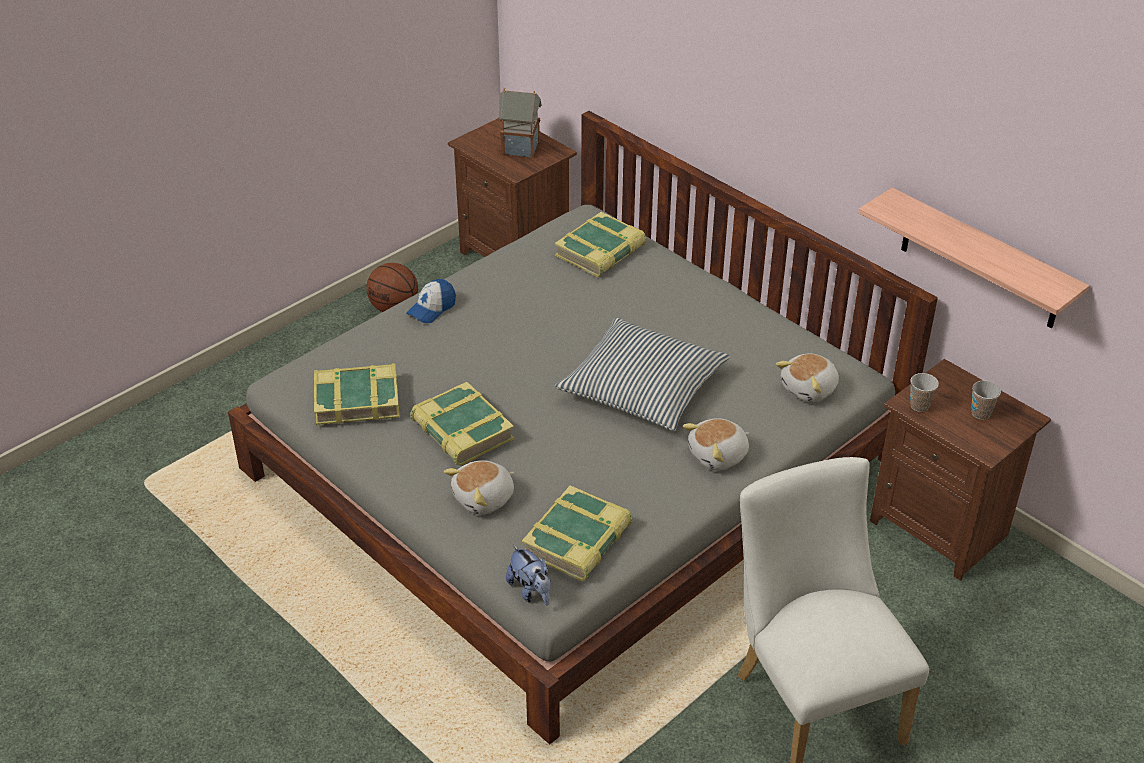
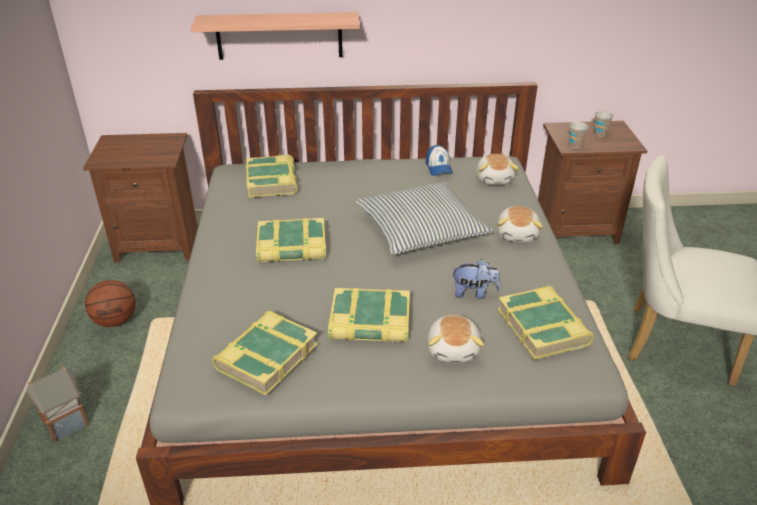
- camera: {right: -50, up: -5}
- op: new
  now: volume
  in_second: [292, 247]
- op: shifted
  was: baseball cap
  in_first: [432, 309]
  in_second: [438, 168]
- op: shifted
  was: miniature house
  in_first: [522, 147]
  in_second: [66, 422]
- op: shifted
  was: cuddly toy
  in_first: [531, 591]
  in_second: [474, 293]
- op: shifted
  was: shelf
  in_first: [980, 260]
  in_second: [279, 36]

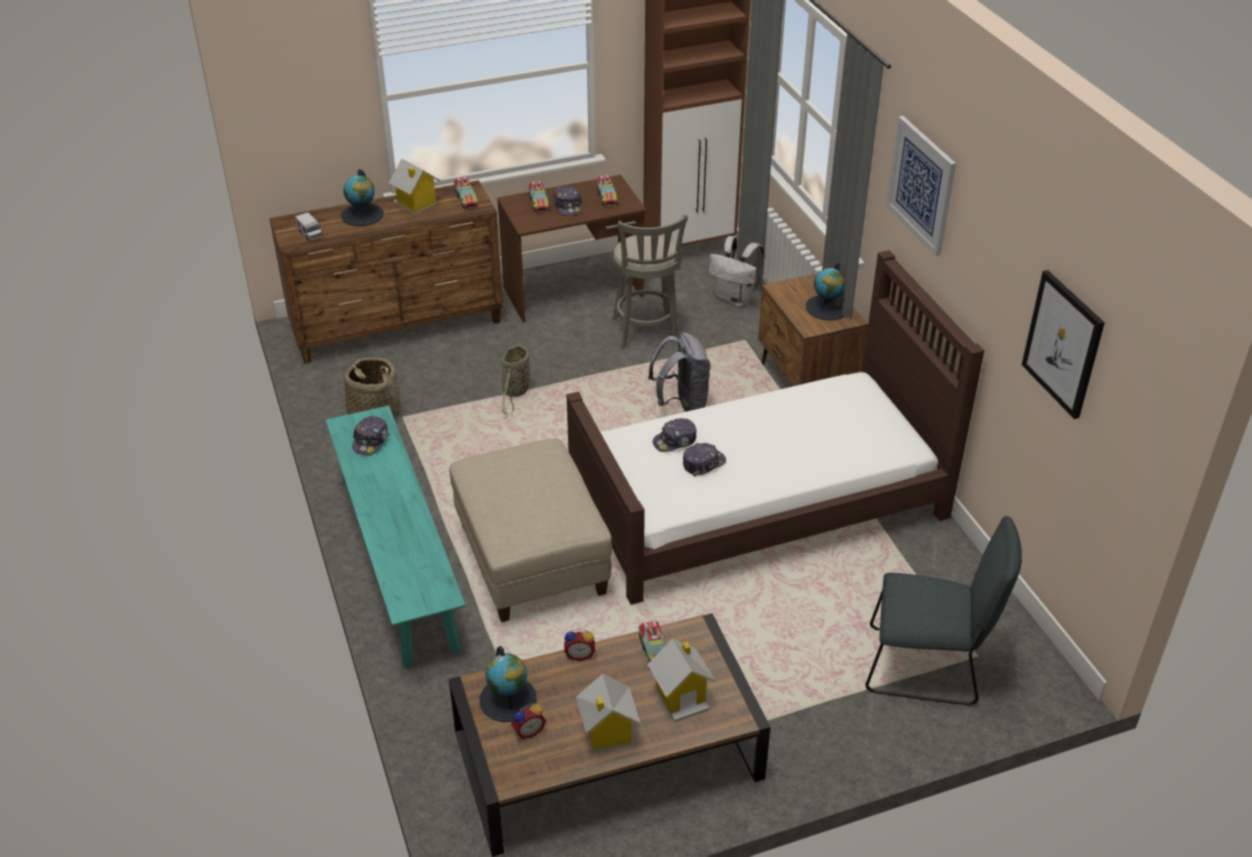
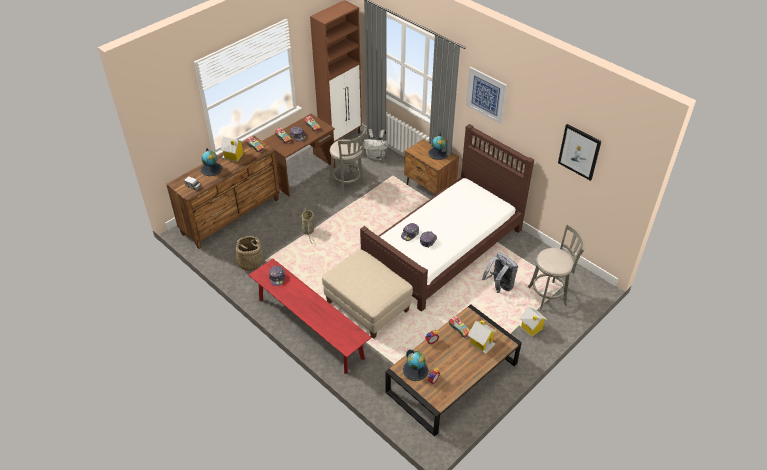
- camera: {right: -25, up: 5}
- op: shifted
  was: miniature house
  in_first: [607, 732]
  in_second: [531, 328]
- op: shifted
  was: gray knapsack
  in_first: [681, 404]
  in_second: [499, 286]
- op: swapped
  was: gray chair
  now: gray sitting stool
  in_first: [928, 668]
  in_second: [549, 296]
- op: repainted
  was: turquoise long seat
  now: reddish long seat
  in_first: [398, 561]
  in_second: [310, 328]

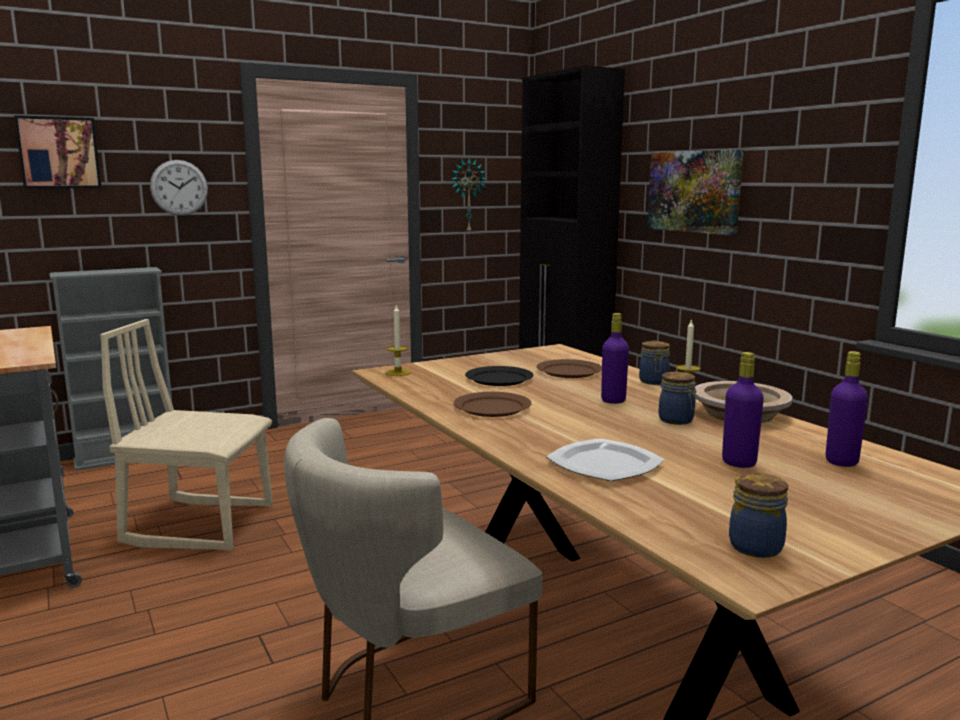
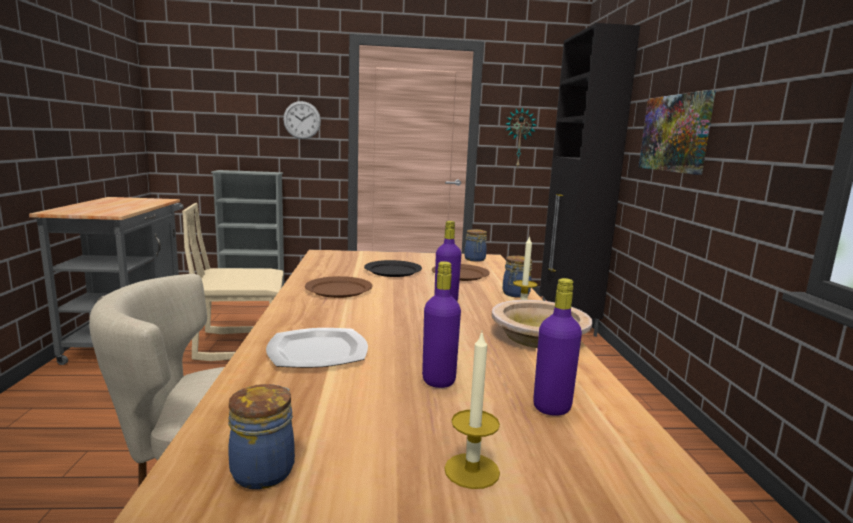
- camera: {right: 25, up: 0}
- op: gone
  was: wall art
  in_first: [58, 153]
- op: shifted
  was: wax light
  in_first: [398, 372]
  in_second: [472, 470]
- op: shifted
  was: storage jar
  in_first: [677, 420]
  in_second: [475, 259]
- op: rotated
  was: beige chair
  in_first: [200, 524]
  in_second: [240, 344]
  clockwise: -45

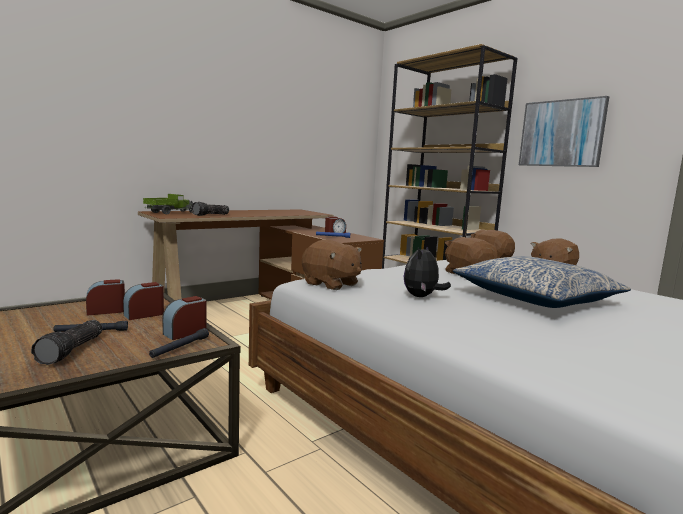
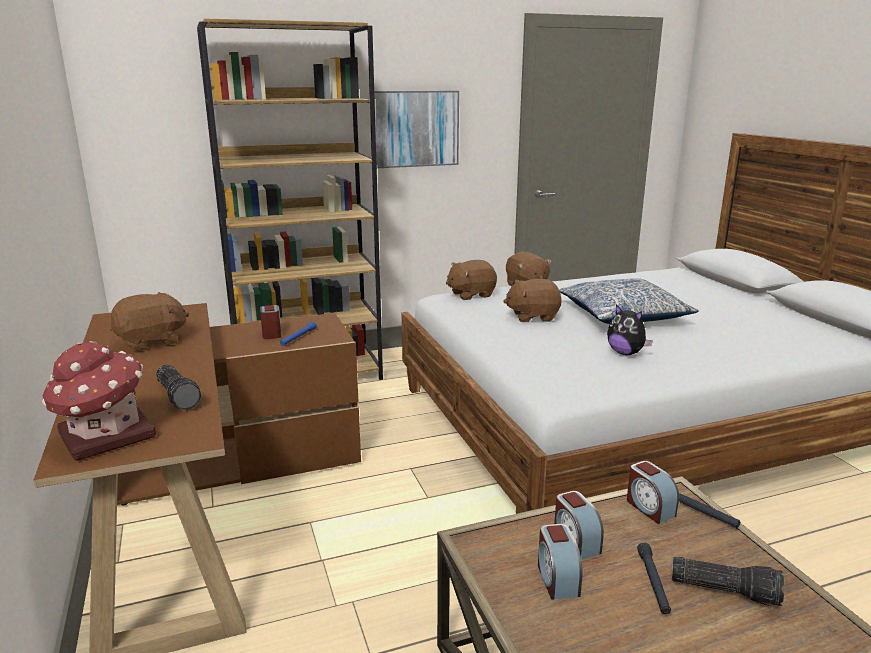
- camera: {right: -70, up: 10}
- op: shifted
  was: brown cuddly toy
  in_first: [331, 284]
  in_second: [152, 342]
- op: swapped
  was: toy lorry
  now: miniature house
  in_first: [170, 212]
  in_second: [105, 437]

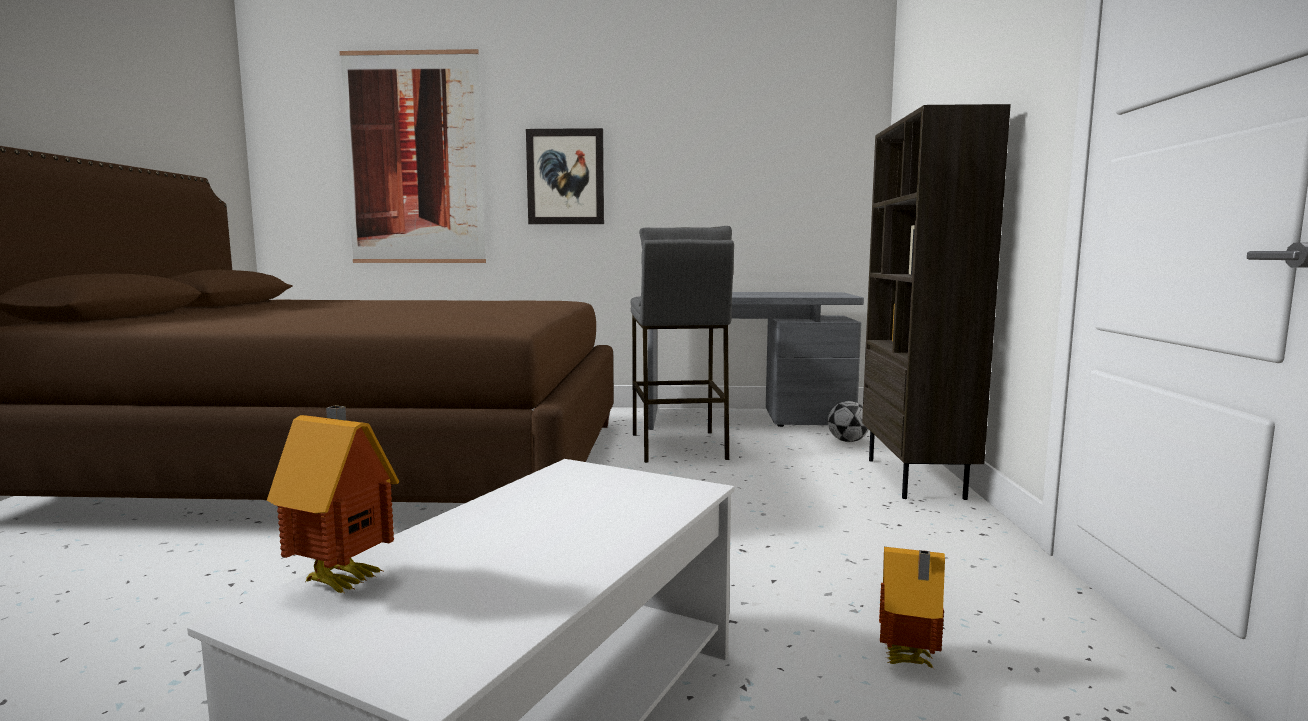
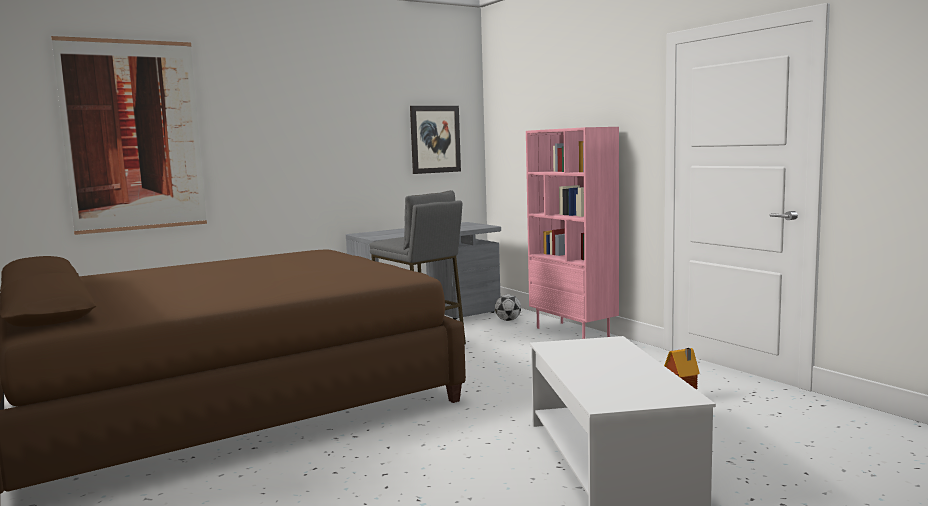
- camera: {right: -35, up: 0}
- op: gone
  was: miniature house
  in_first: [345, 580]
- op: shifted
  was: wall art
  in_first: [565, 177]
  in_second: [435, 139]
- op: repainted
  was: brown bookshelf
  now: pink-coloured bookshelf
  in_first: [916, 478]
  in_second: [573, 332]

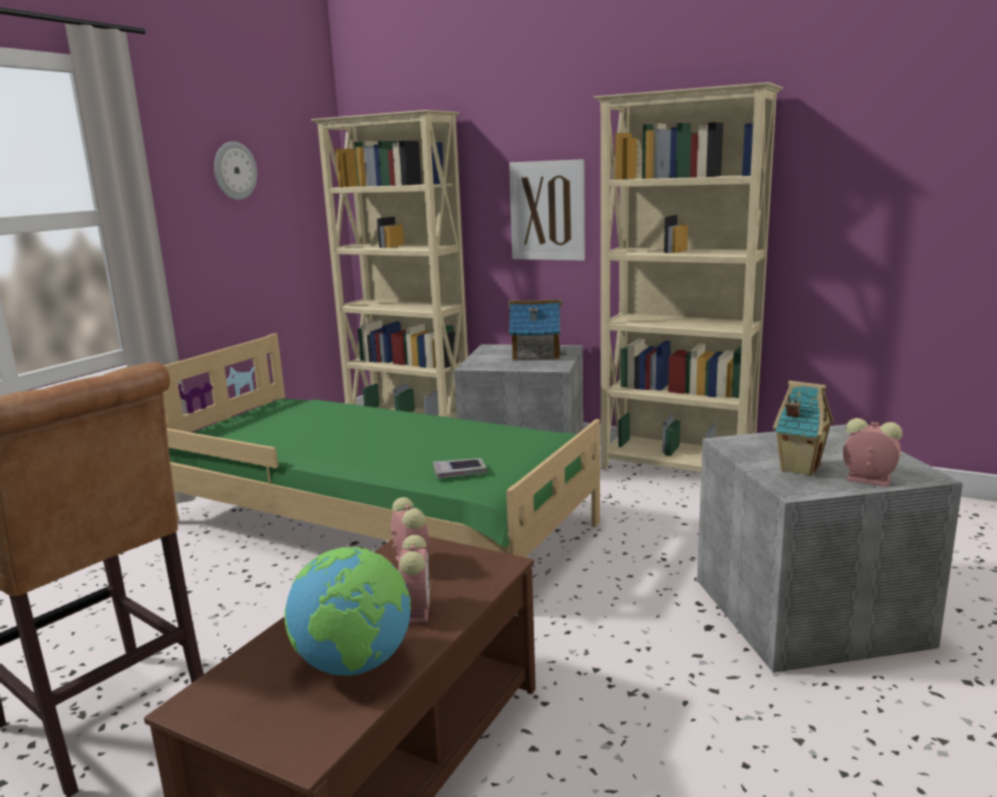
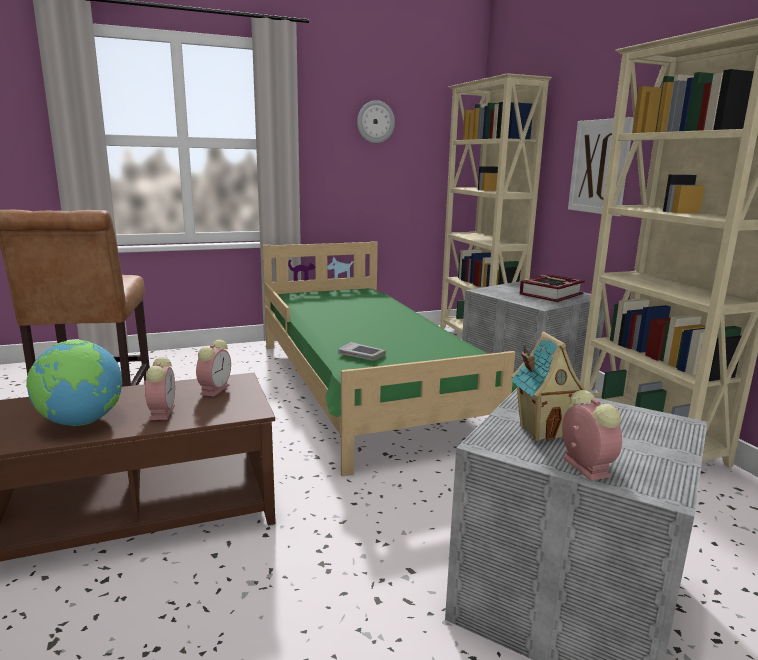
- camera: {right: 40, up: 0}
- op: swapped
  was: miniature house
  now: volume
  in_first: [536, 354]
  in_second: [550, 294]
- op: rotated
  was: bedside clock
  in_first: [416, 609]
  in_second: [162, 411]
  clockwise: -45

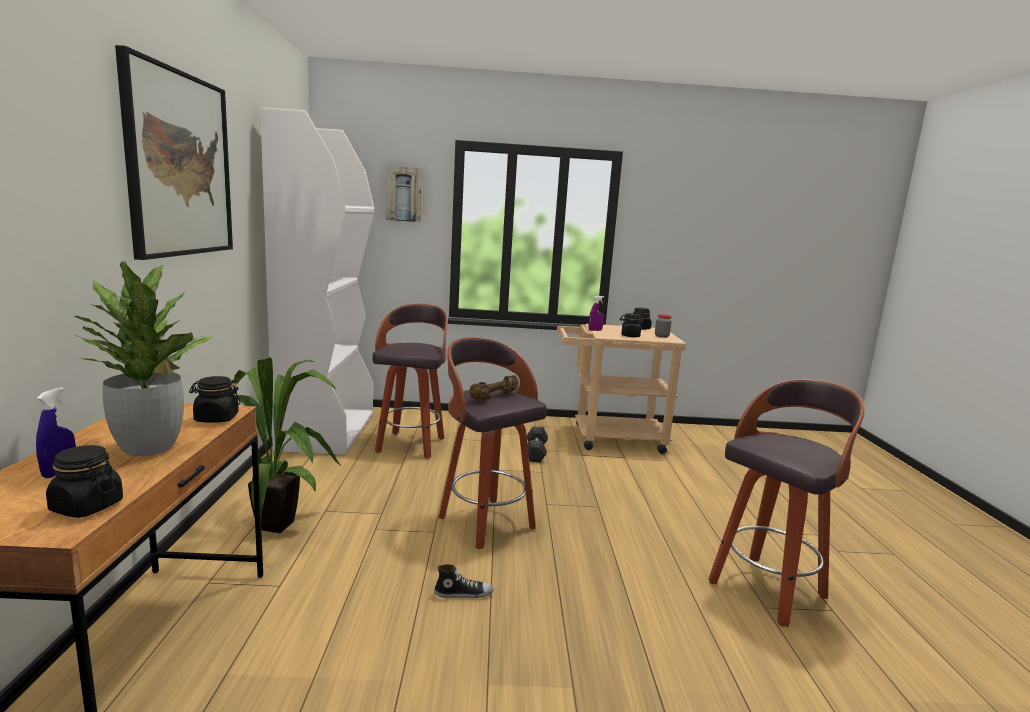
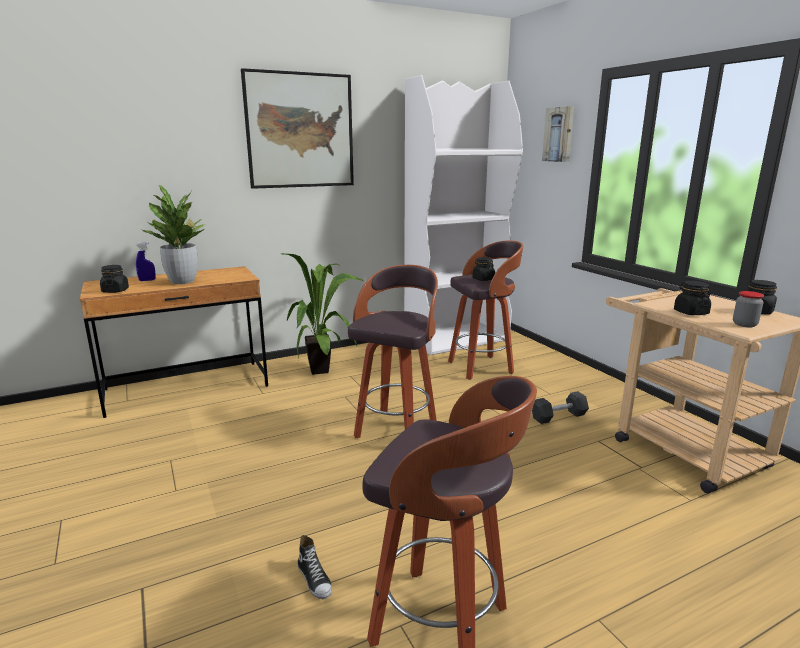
- camera: {right: 65, up: 5}
- op: gone
  was: brown dumbbell
  in_first: [494, 396]
- op: gone
  was: purple spray bottle
  in_first: [595, 330]
- op: shifted
  was: black storage jar
  in_first: [216, 418]
  in_second: [483, 279]
- op: shifted
  was: low shoe
  in_first: [463, 593]
  in_second: [315, 579]

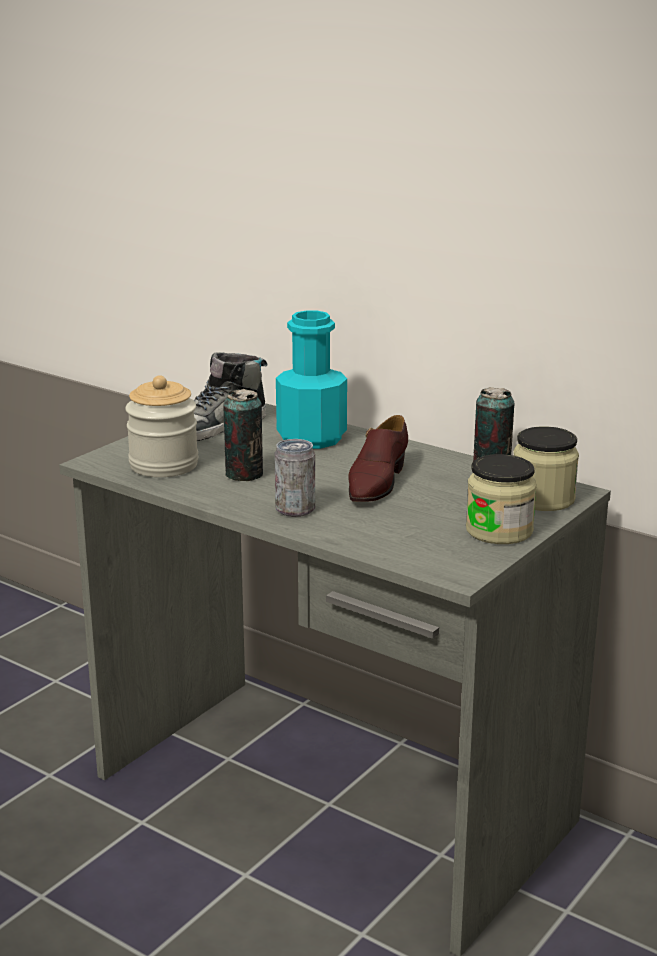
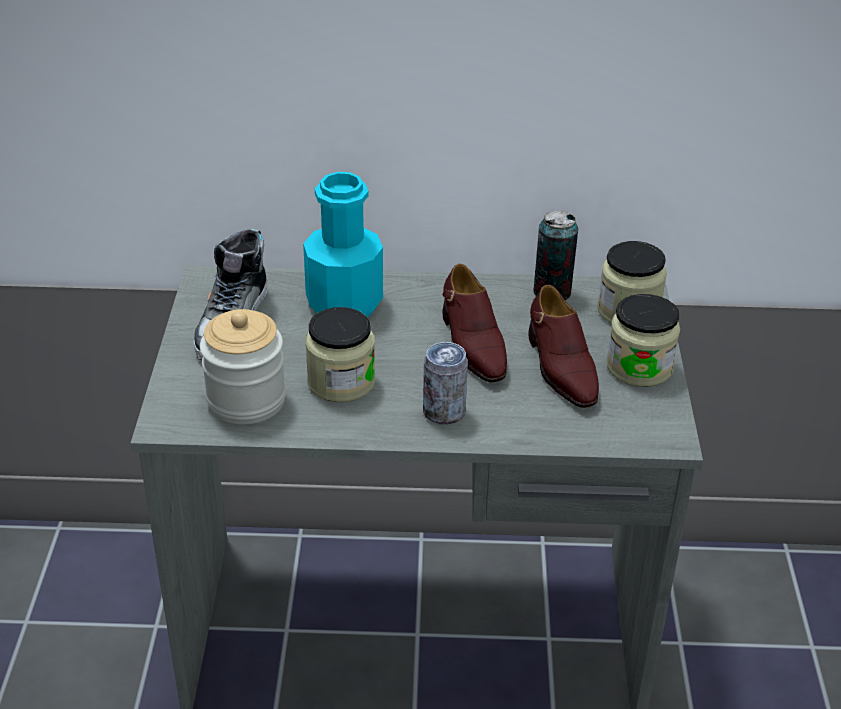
- camera: {right: -35, up: 15}
- op: new
  now: brown low shoe
  in_second: [560, 367]
- op: swapped
  was: can
  now: storage jar
  in_first: [244, 474]
  in_second: [341, 382]

